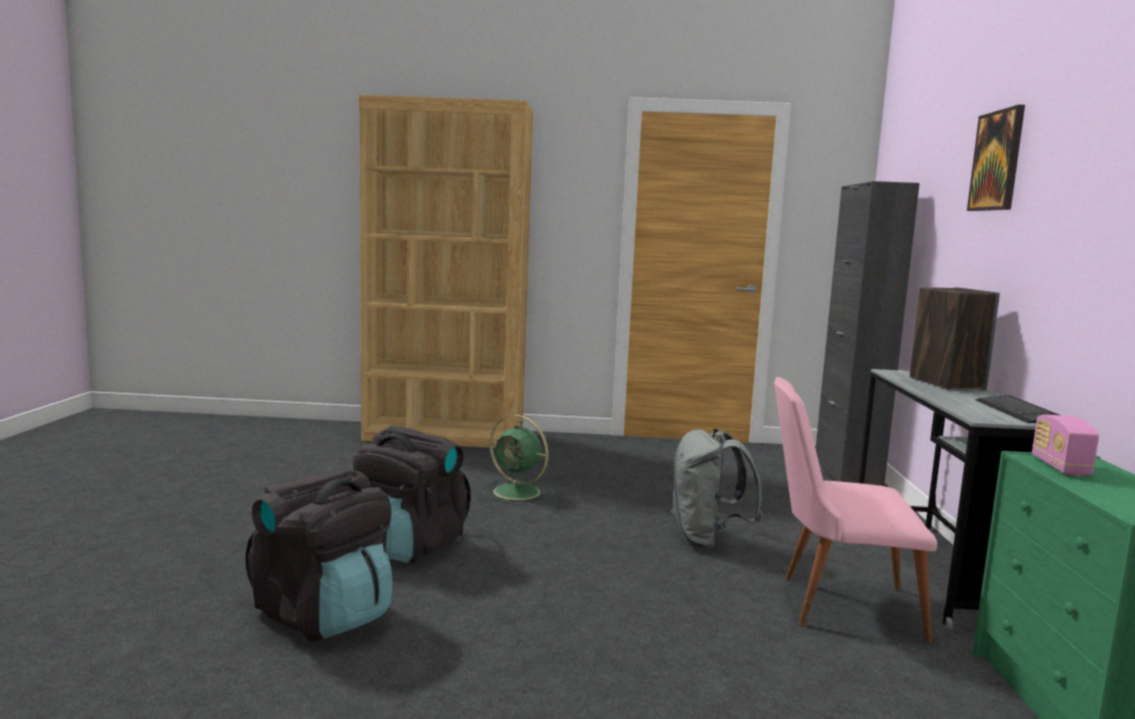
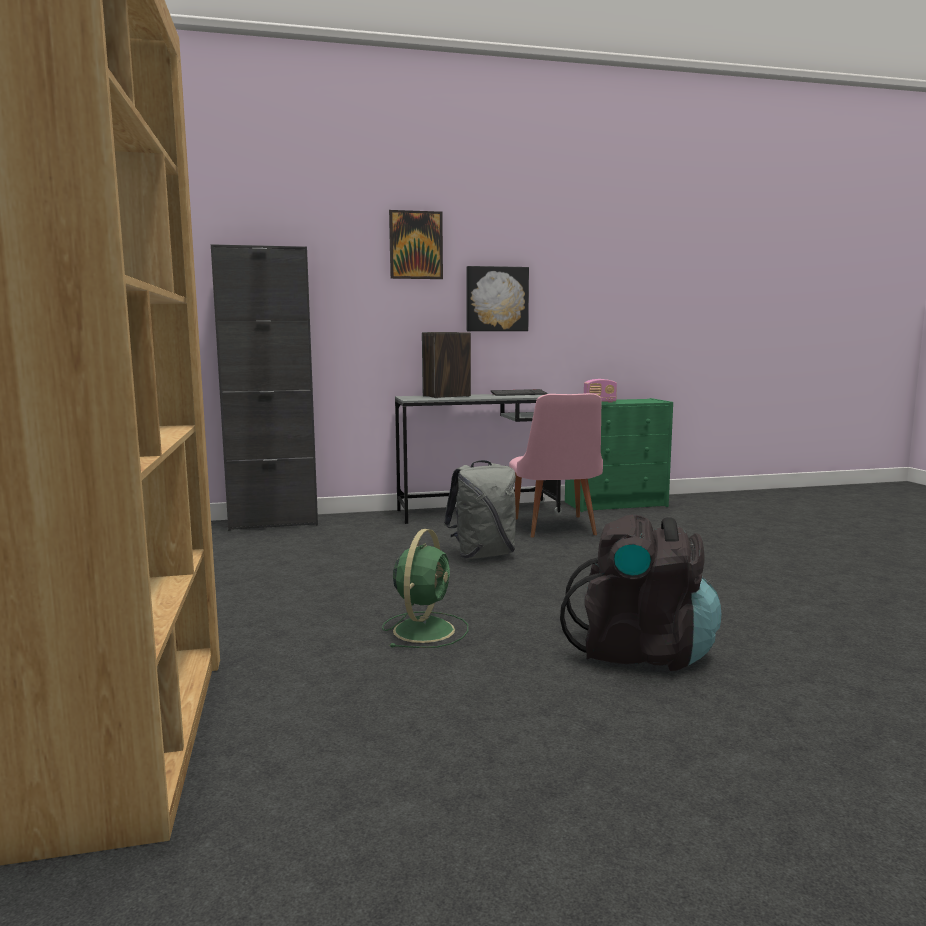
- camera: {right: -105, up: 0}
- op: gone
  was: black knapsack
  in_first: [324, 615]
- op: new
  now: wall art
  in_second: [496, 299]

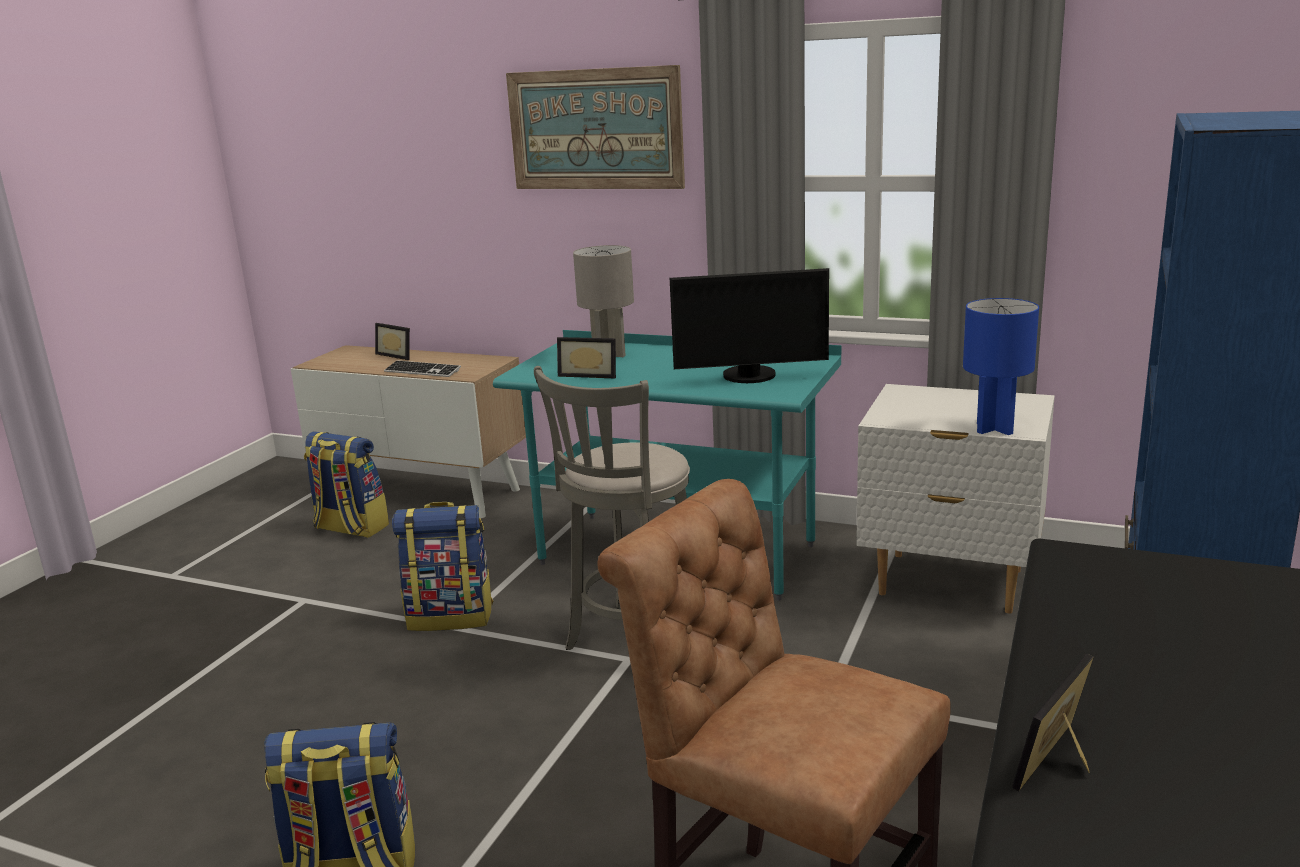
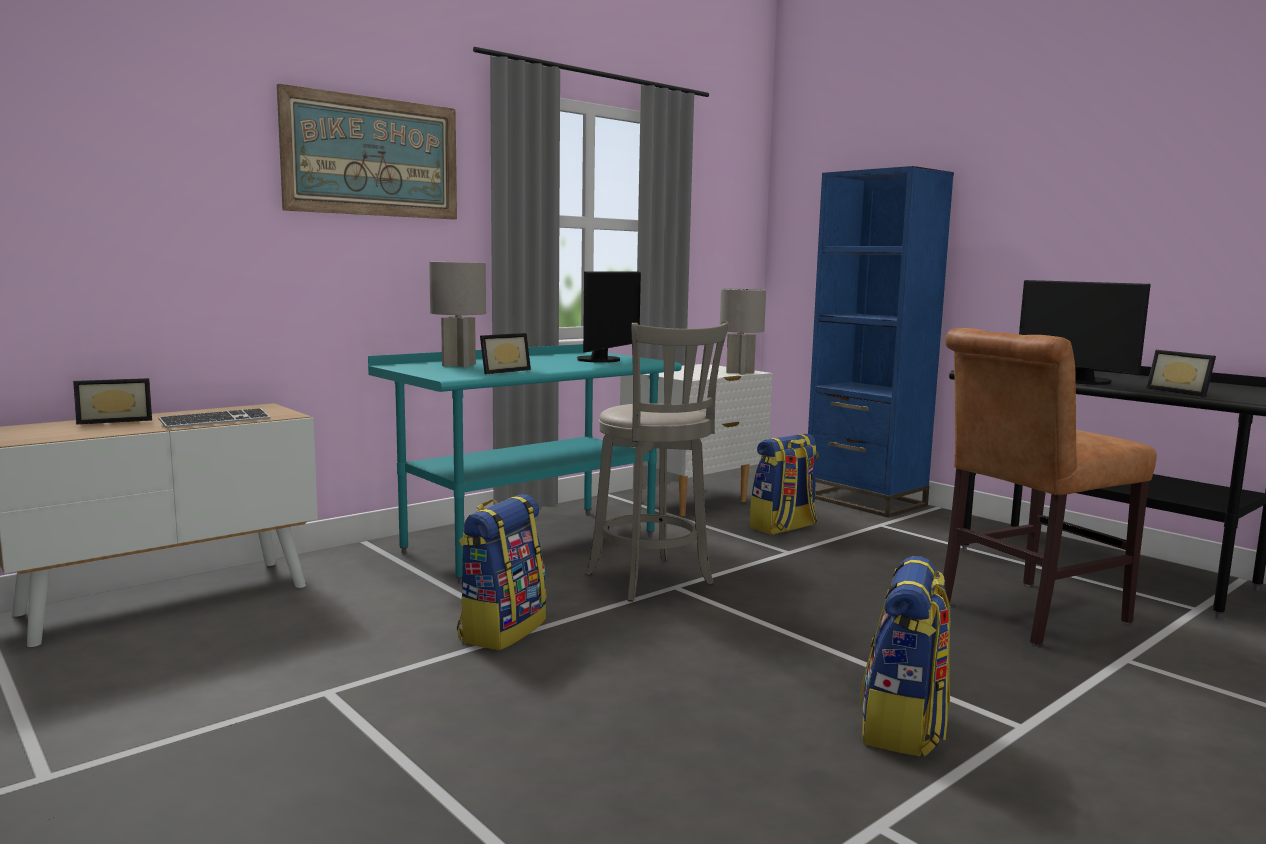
- camera: {right: -65, up: -10}
- op: new
  now: computer display
  in_second: [1080, 381]
- op: shifted
  was: knapsack
  in_first: [350, 528]
  in_second: [783, 527]
- op: repainted
  was: blue tabletop lamp
  now: gray tabletop lamp
  in_first: [995, 429]
  in_second: [740, 373]

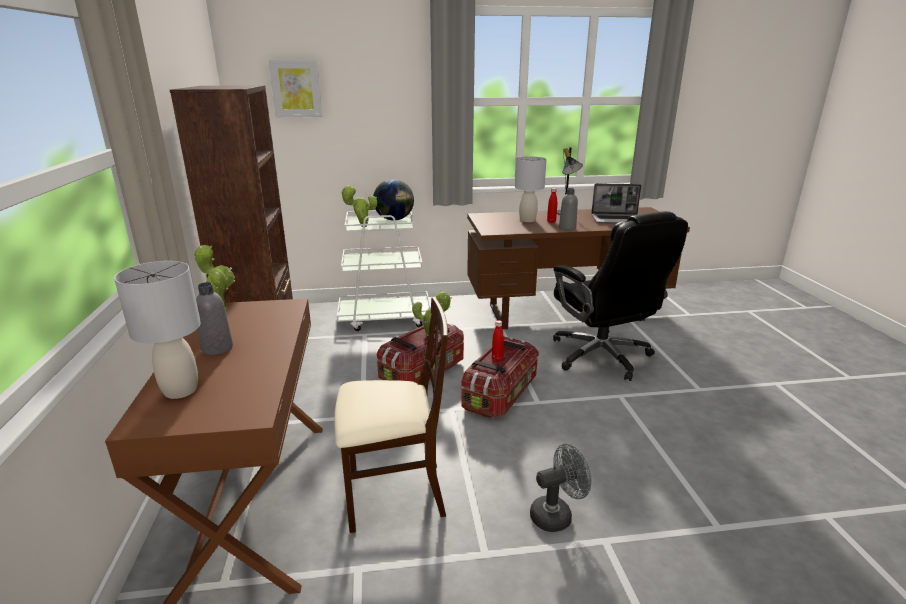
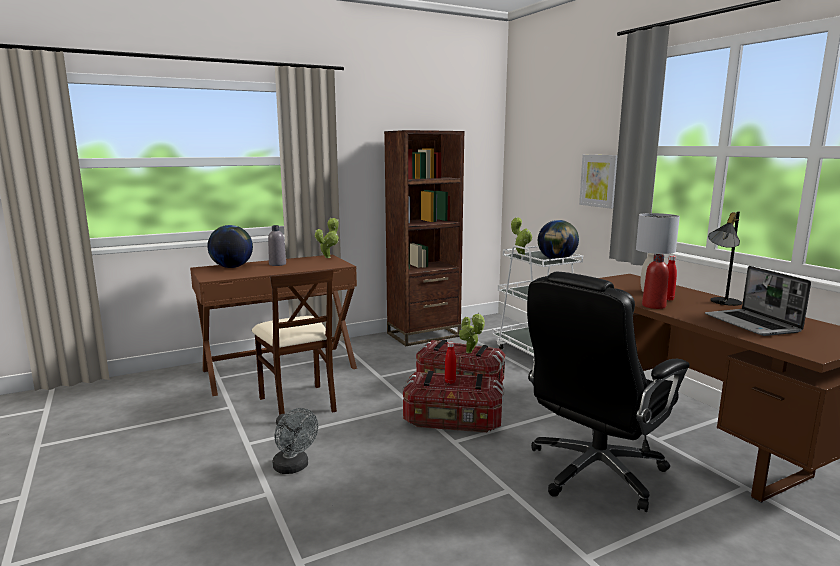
- camera: {right: 70, up: -10}
- op: shifted
  was: wall art
  in_first: [296, 89]
  in_second: [599, 180]
- op: swapped
  was: gray tabletop lamp
  now: desk globe
  in_first: [180, 390]
  in_second: [232, 267]
- op: repainted
  was: gray beverage bottle
  now: reddish beverage bottle
  in_first: [567, 228]
  in_second: [653, 306]

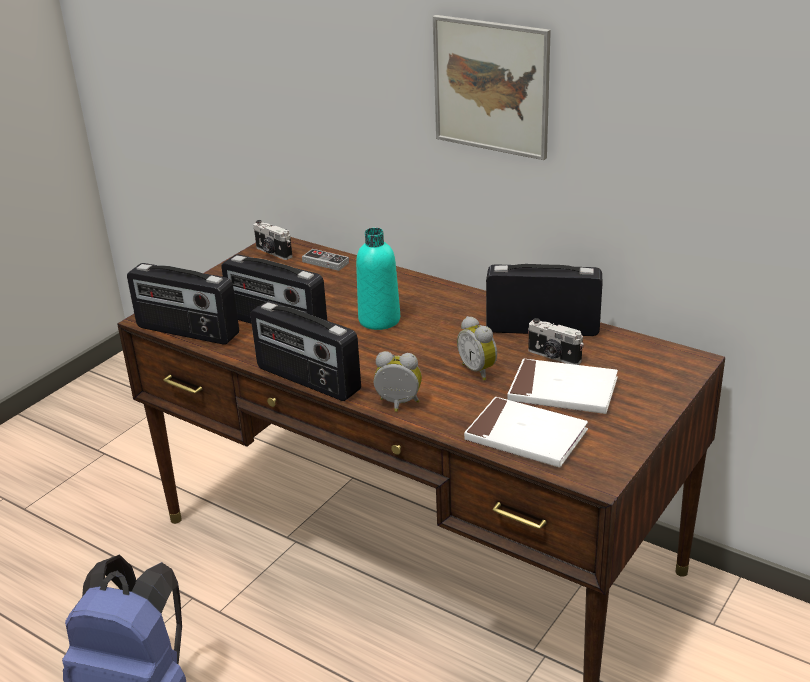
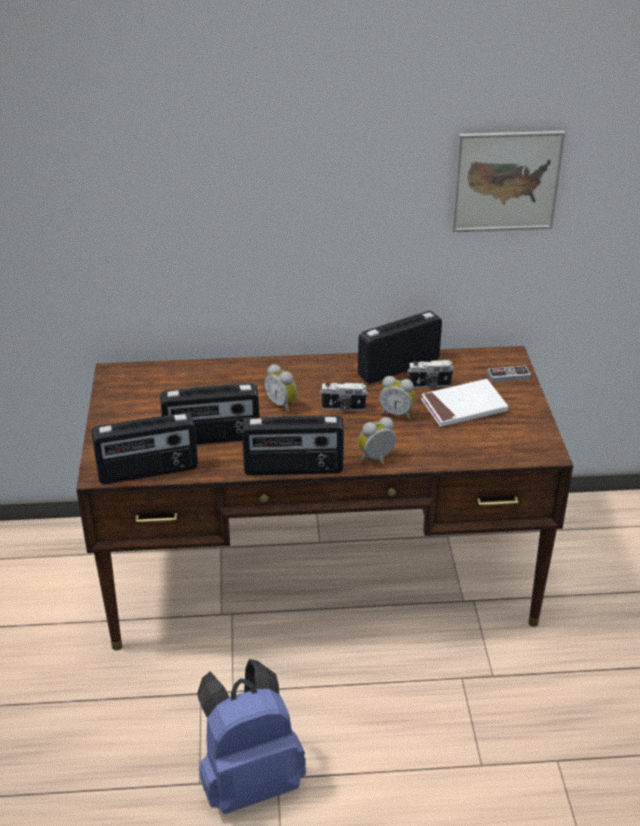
- camera: {right: -40, up: 5}
- op: gone
  was: white-coloured volume
  in_first: [526, 437]
- op: shifted
  was: still camera
  in_first: [273, 253]
  in_second: [343, 408]
- op: shifted
  was: gamepad
  in_first: [325, 262]
  in_second: [508, 376]
- op: shifted
  was: wall art
  in_first: [491, 86]
  in_second: [506, 181]
- op: swapped
  was: turquoise beverage bottle
  now: bedside clock
  in_first: [379, 320]
  in_second: [282, 404]

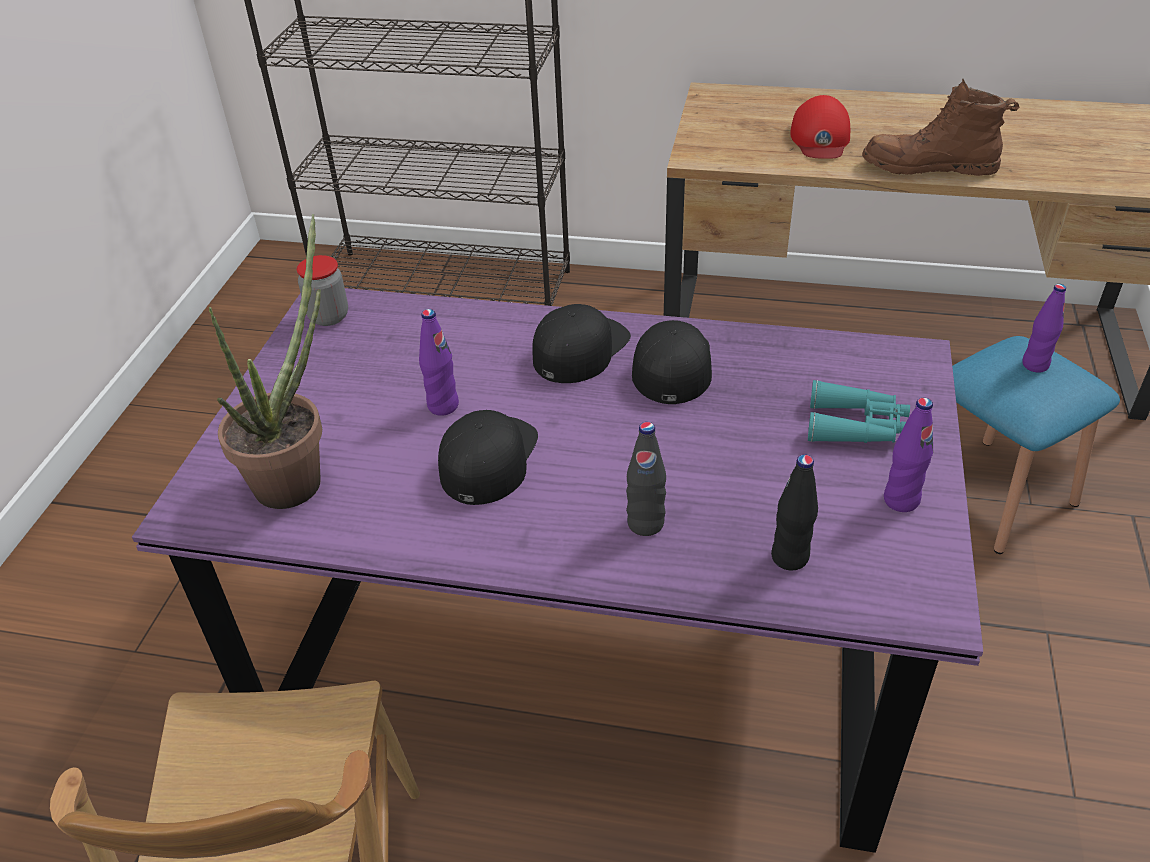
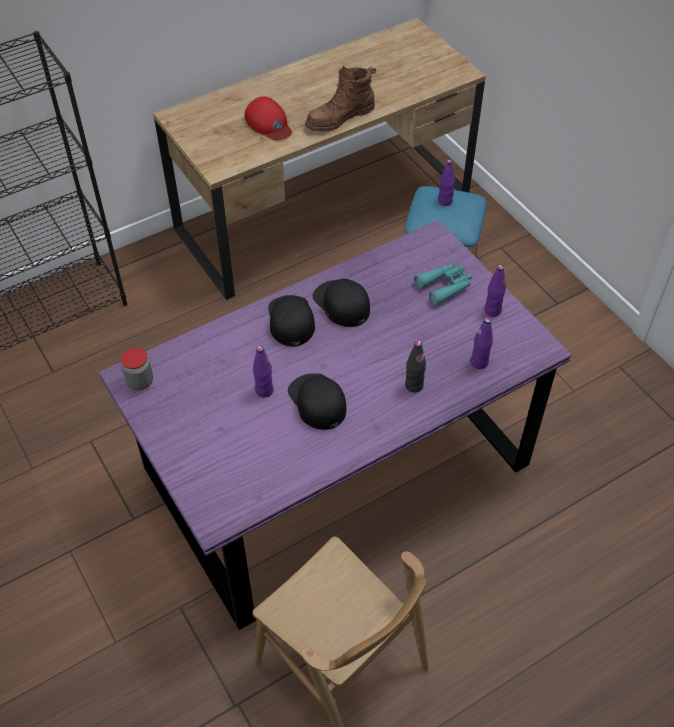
- camera: {right: -45, up: 10}
- op: gone
  was: potted plant
  in_first: [298, 475]
- op: repainted
  was: black beverage bottle
  now: purple beverage bottle
  in_first: [790, 557]
  in_second: [479, 362]

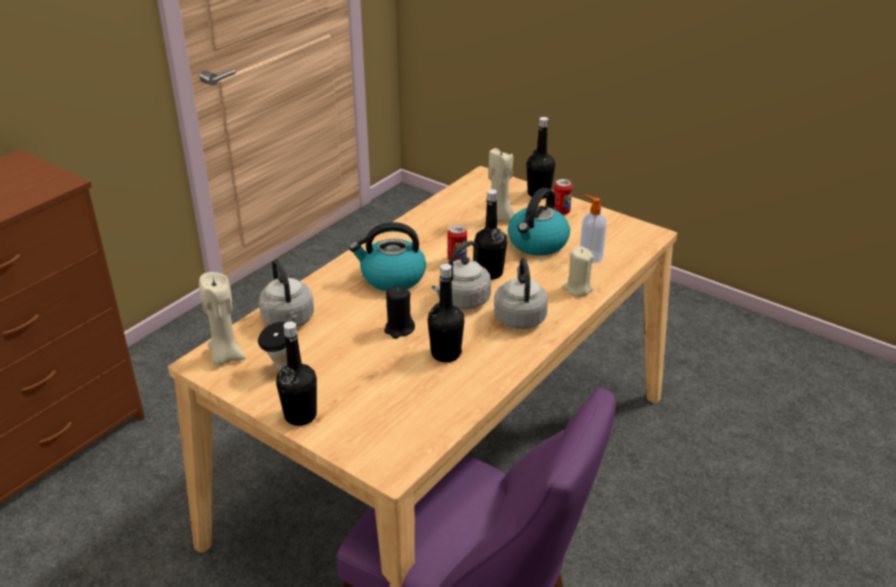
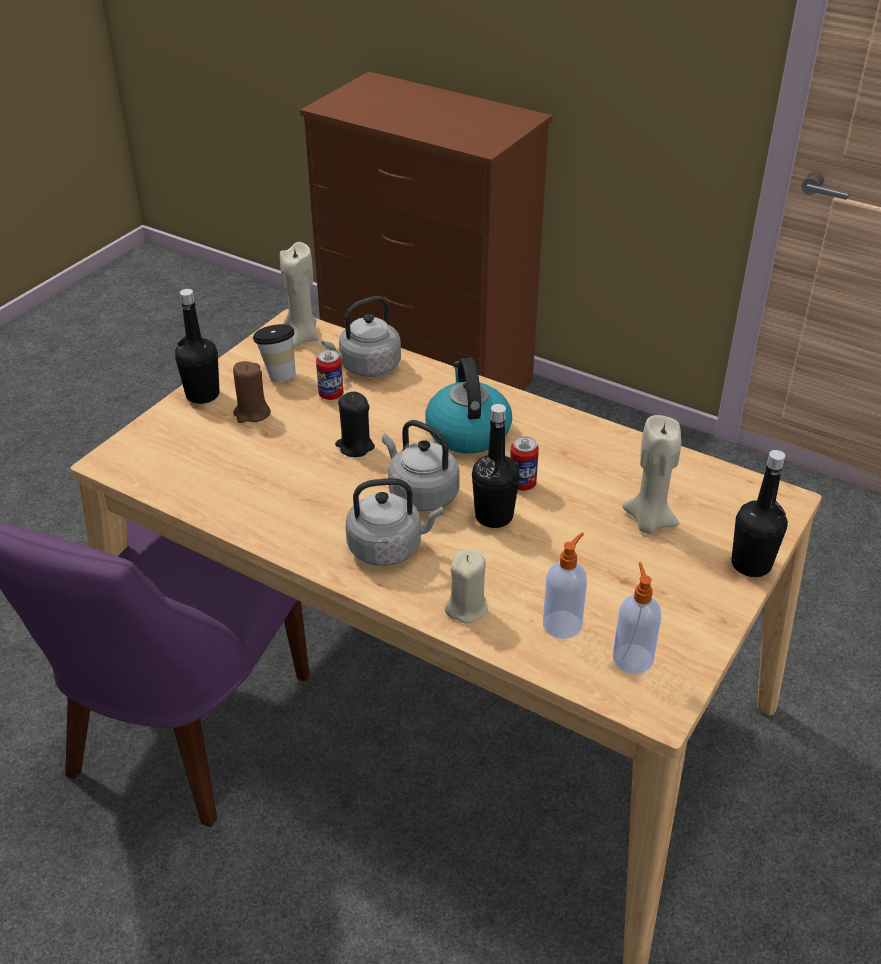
- camera: {right: 85, up: 5}
- op: gone
  was: black beverage bottle
  in_first: [446, 354]
- op: gone
  was: kettle
  in_first: [537, 243]
- op: new
  now: brown wax light
  in_second: [252, 413]
- op: new
  now: soap bottle
  in_second: [632, 657]
- op: shifted
  was: can
  in_first: [561, 212]
  in_second: [331, 395]

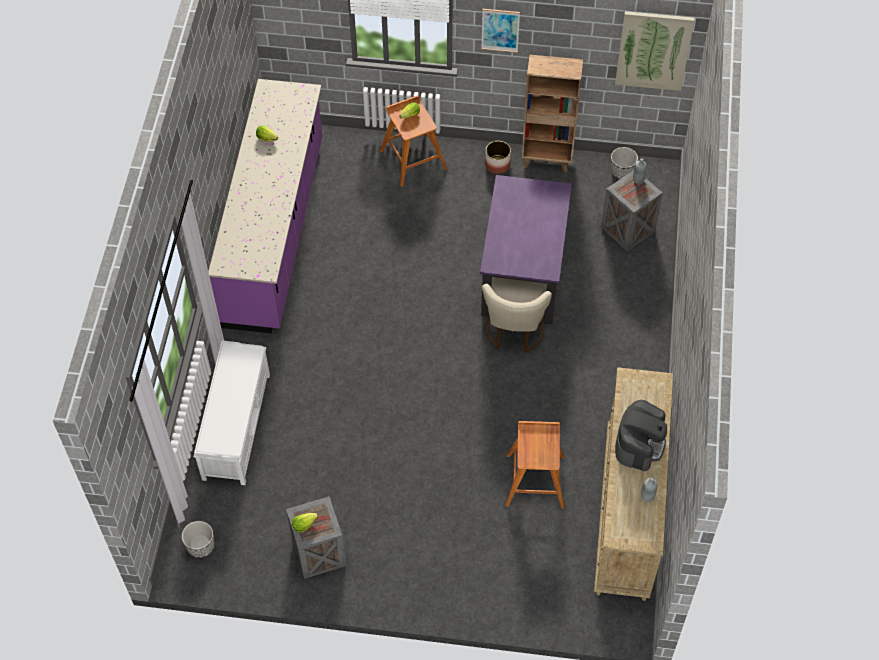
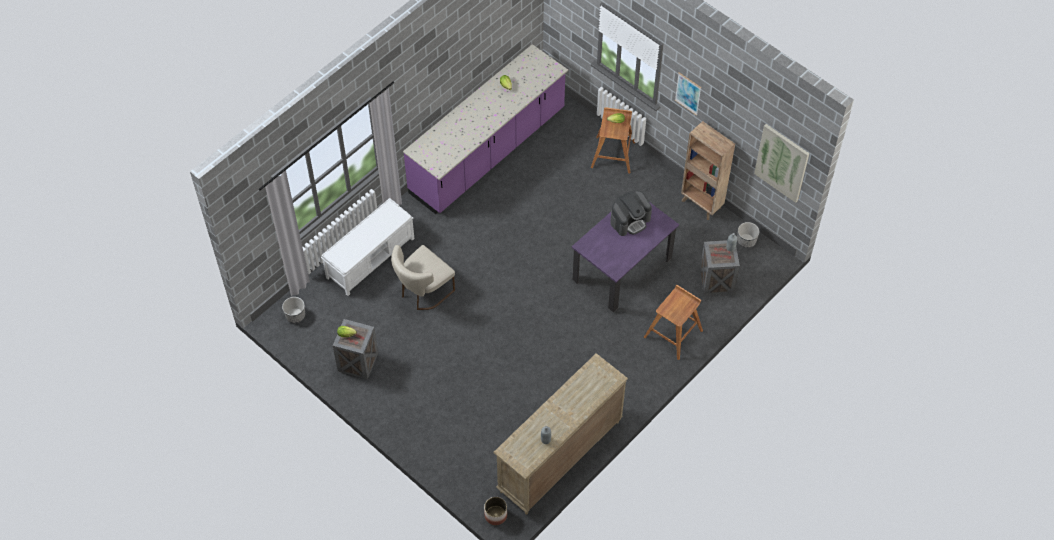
- camera: {right: 35, up: 0}
- op: shifted
  was: beige chair
  in_first: [514, 330]
  in_second: [423, 292]
- op: shifted
  was: plant pot
  in_first: [497, 164]
  in_second: [496, 515]
- op: shifted
  was: brown sitting stool
  in_first: [535, 480]
  in_second: [673, 333]
- op: shifted
  was: coffee machine
  in_first: [639, 443]
  in_second: [630, 220]

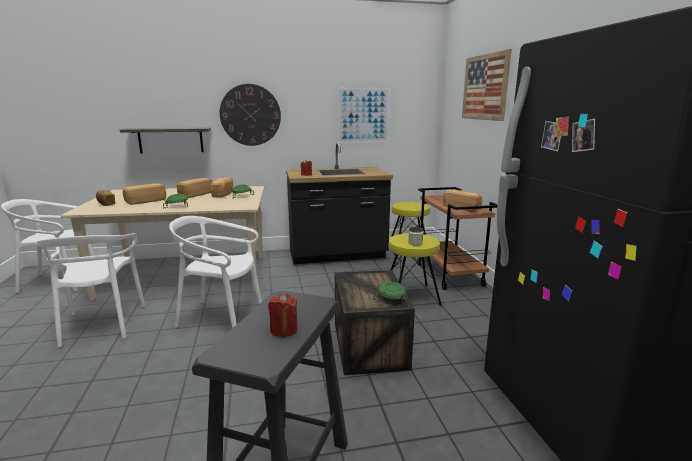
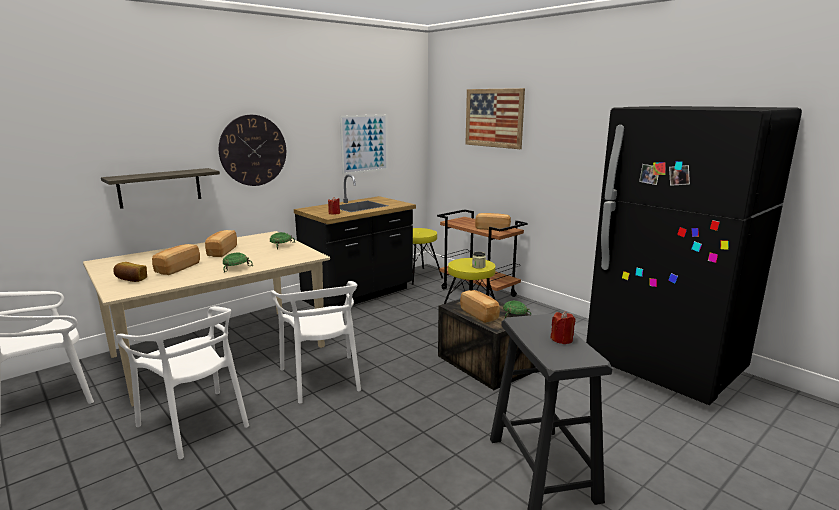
- camera: {right: -30, up: 0}
- op: shifted
  was: bread
  in_first: [224, 194]
  in_second: [480, 314]
- op: rotated
  was: white-coloured chair
  in_first: [221, 316]
  in_second: [322, 378]
  clockwise: -90

